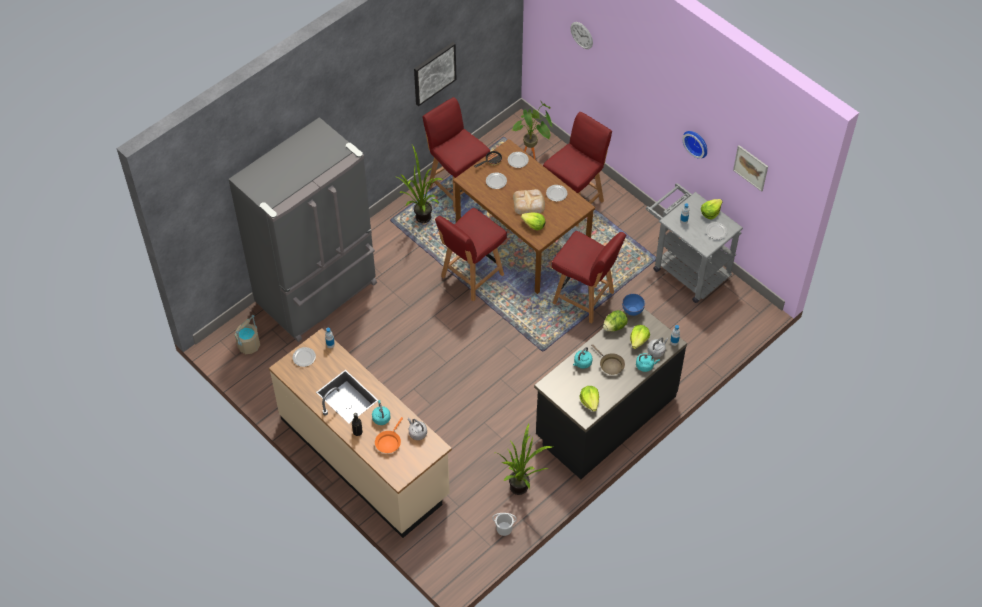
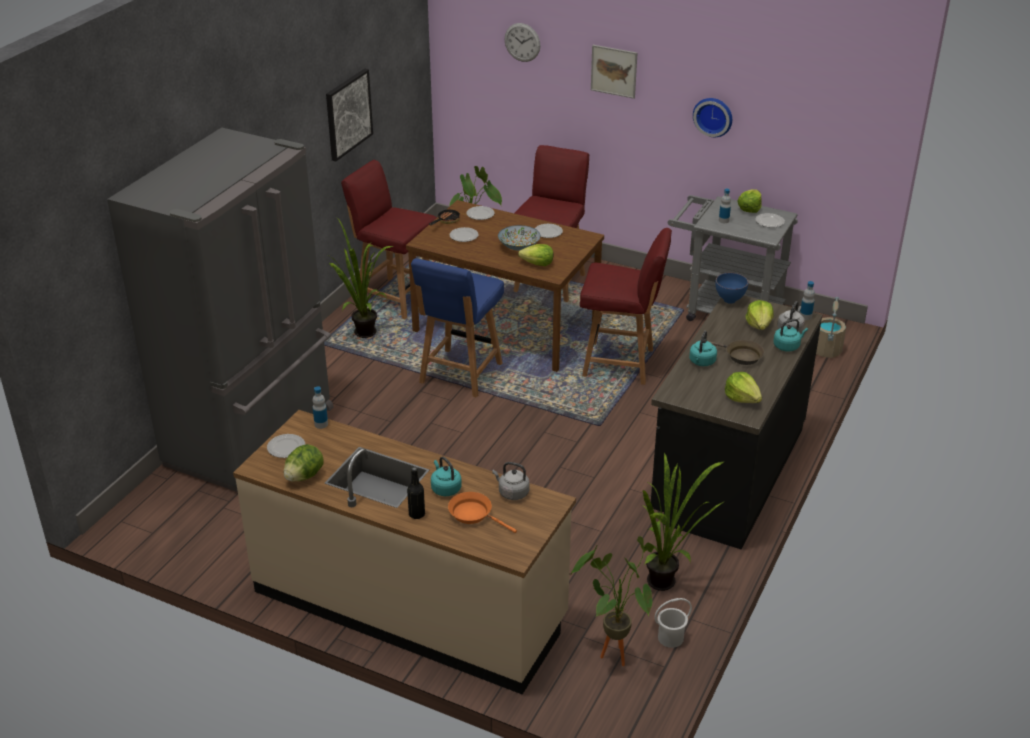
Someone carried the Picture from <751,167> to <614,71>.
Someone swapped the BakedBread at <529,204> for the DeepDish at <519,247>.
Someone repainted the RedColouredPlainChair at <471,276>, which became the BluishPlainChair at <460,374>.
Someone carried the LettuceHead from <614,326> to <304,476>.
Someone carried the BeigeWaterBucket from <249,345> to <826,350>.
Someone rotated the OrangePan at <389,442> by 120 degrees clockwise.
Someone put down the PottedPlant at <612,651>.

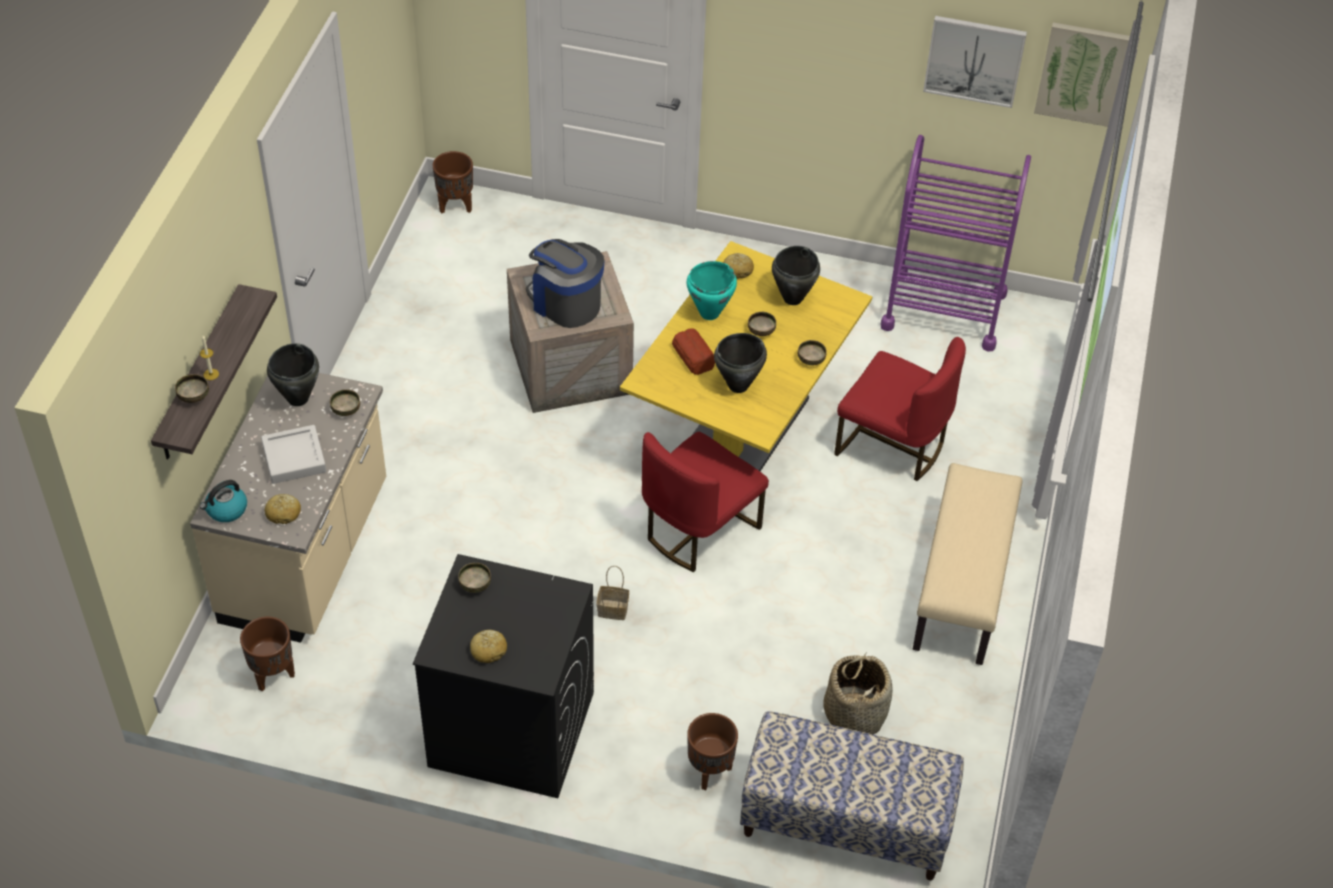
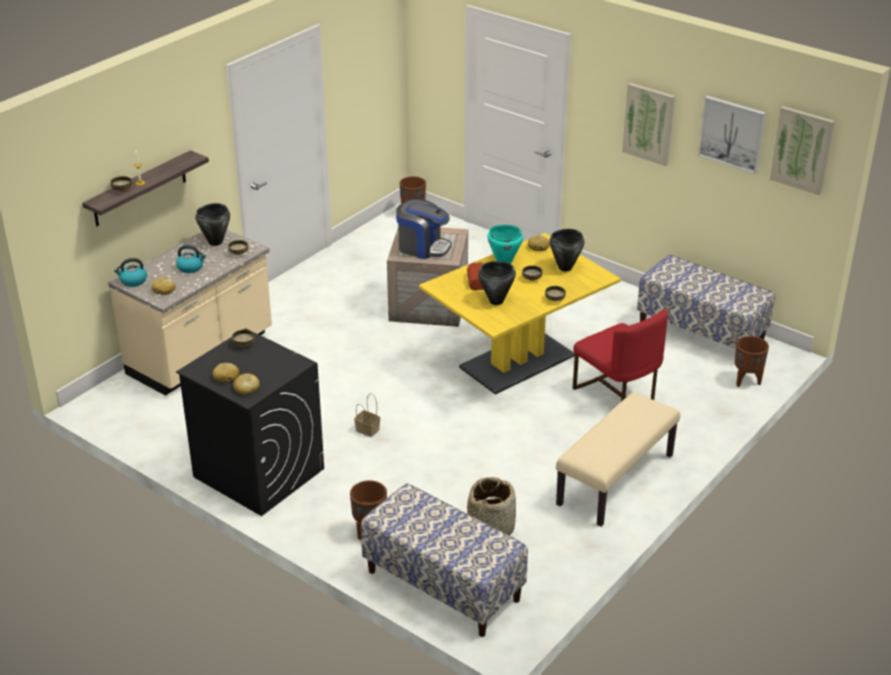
Someone swapped the PurplishCart at <943,310> for the IndoorBench at <701,332>.
Someone rotated the CoffeeMachine at <565,303> by 135 degrees clockwise.
Someone swapped the GreyishServingTray at <294,458> for the WaterKettle at <191,267>.
Someone took away the RedColouredPlainChair at <698,530>.
Someone carried the BrownPlanter from <273,674> to <746,381>.
Someone put up the Picture at <649,123>.
Someone put down the BakedBread at <246,388>.

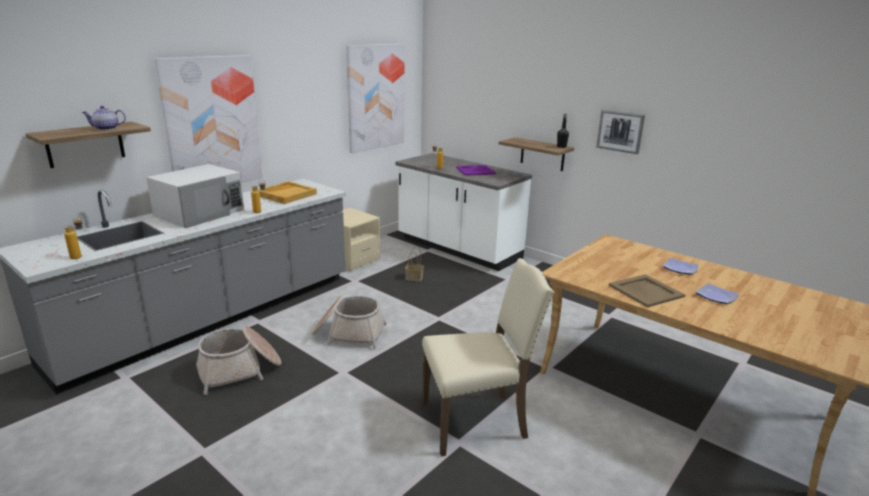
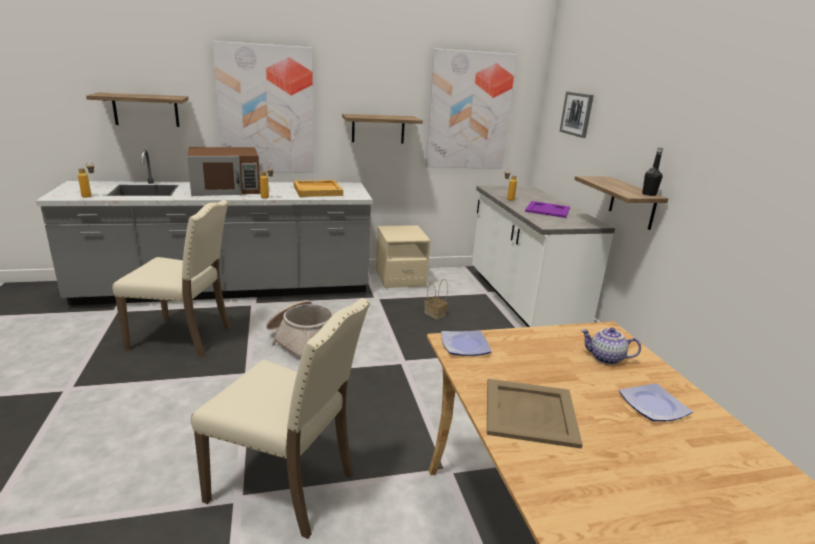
Someone carried the TeaPot from <106,128> to <605,358>.
Someone carried the Picture from <620,131> to <577,114>.
Someone repainted the WhiteColouredKitchenMicrowave at <200,213>, which became the BrownKitchenMicrowave at <226,188>.
Someone carried the Plate from <716,296> to <465,345>.
Someone swapped the HouseholdBasket at <240,370> for the BeigePlainChair at <183,337>.
Someone put up the BracketShelf at <378,129>.

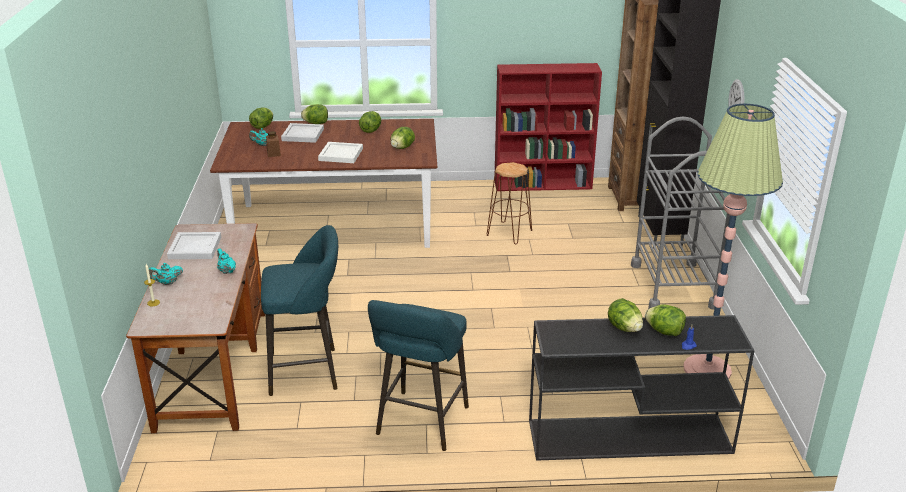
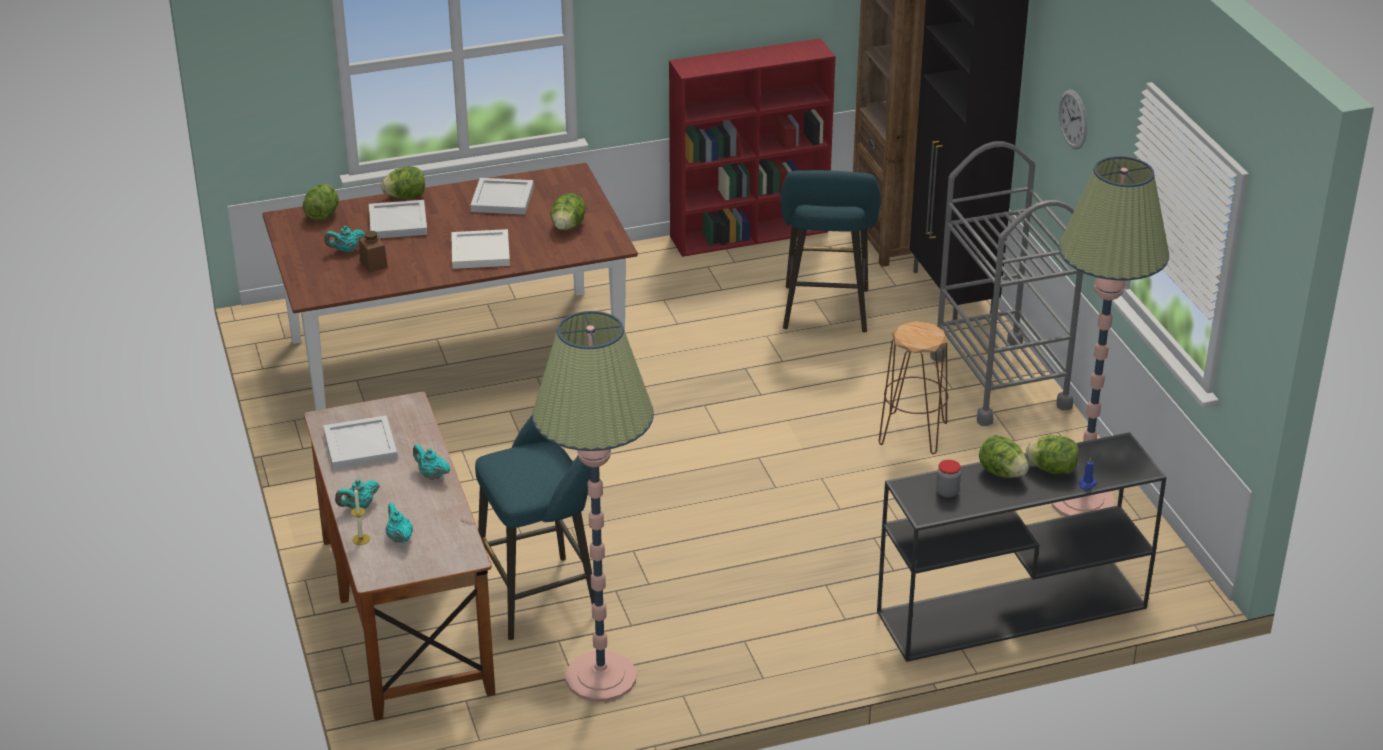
Someone swapped the LettuceHead at <371,130> for the WhiteColouredServingTray at <501,199>.
Someone carried the BrownStool from <509,233> to <913,433>.
Someone carried the TurquoiseColouredStool from <420,424> to <825,312>.
Someone put down the StandingLamp at <601,677>.
Someone put down the PreserveJar at <947,492>.
Someone put down the TurquoiseColouredTeaPot at <399,537>.

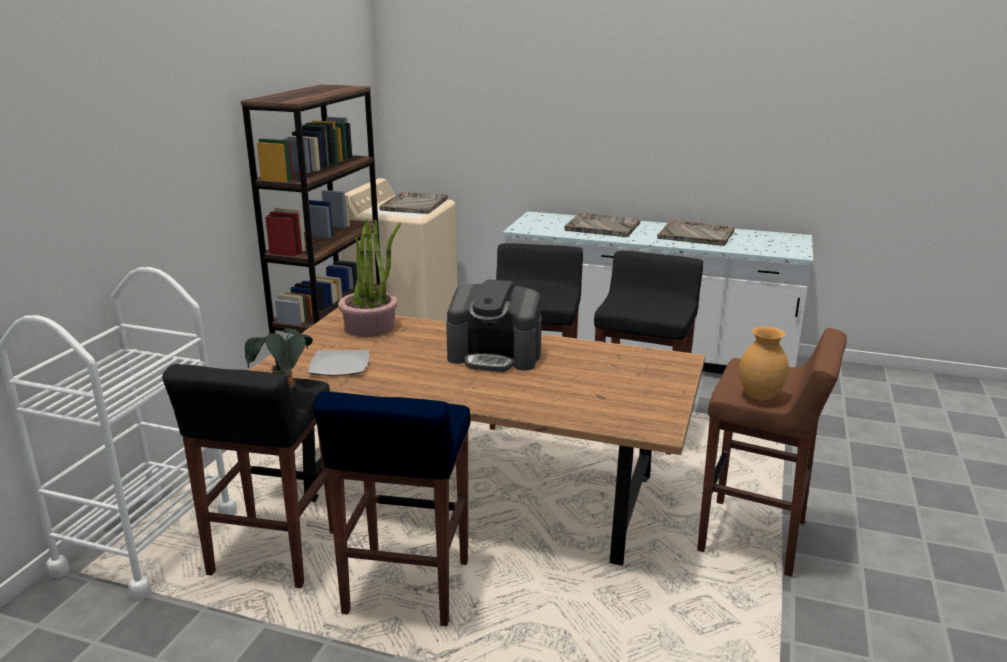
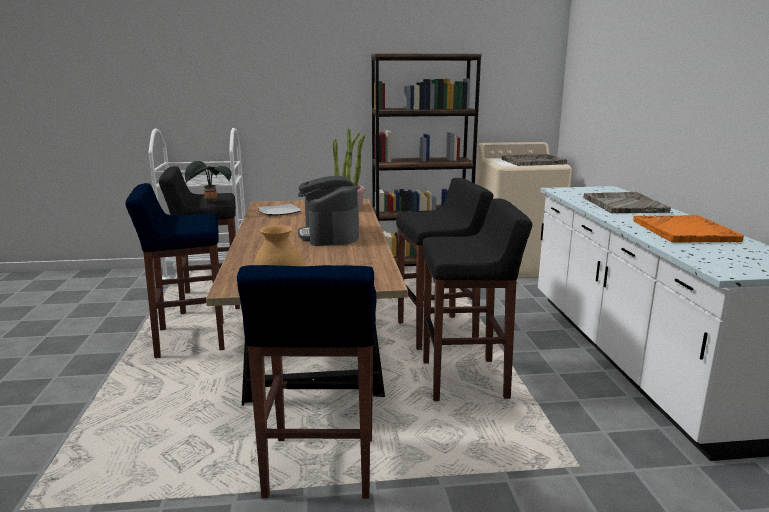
Someone repainted the GreyishServingTray at <697,235>, which became the OrangeServingTray at <684,231>.
Someone repainted the BrownStool at <754,537>, which became the BluishStool at <320,468>.

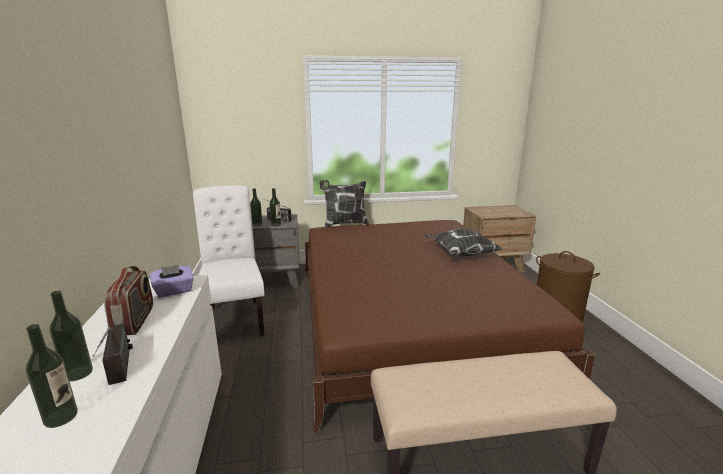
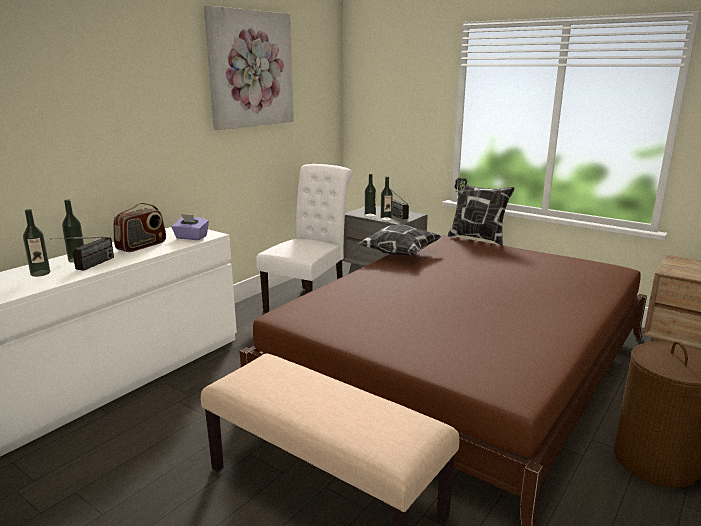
Someone carried the Cushion from <460,254> to <399,254>.
Someone put up the Picture at <251,69>.

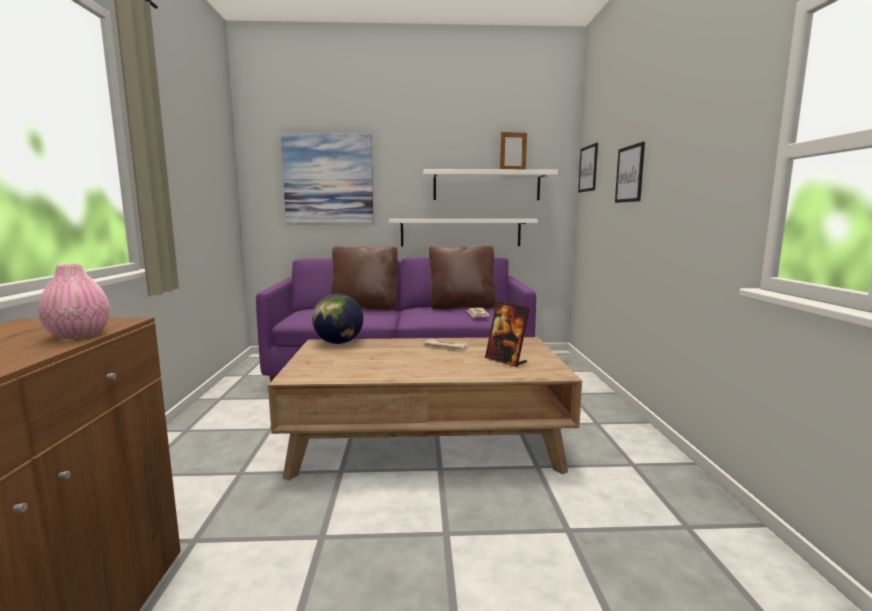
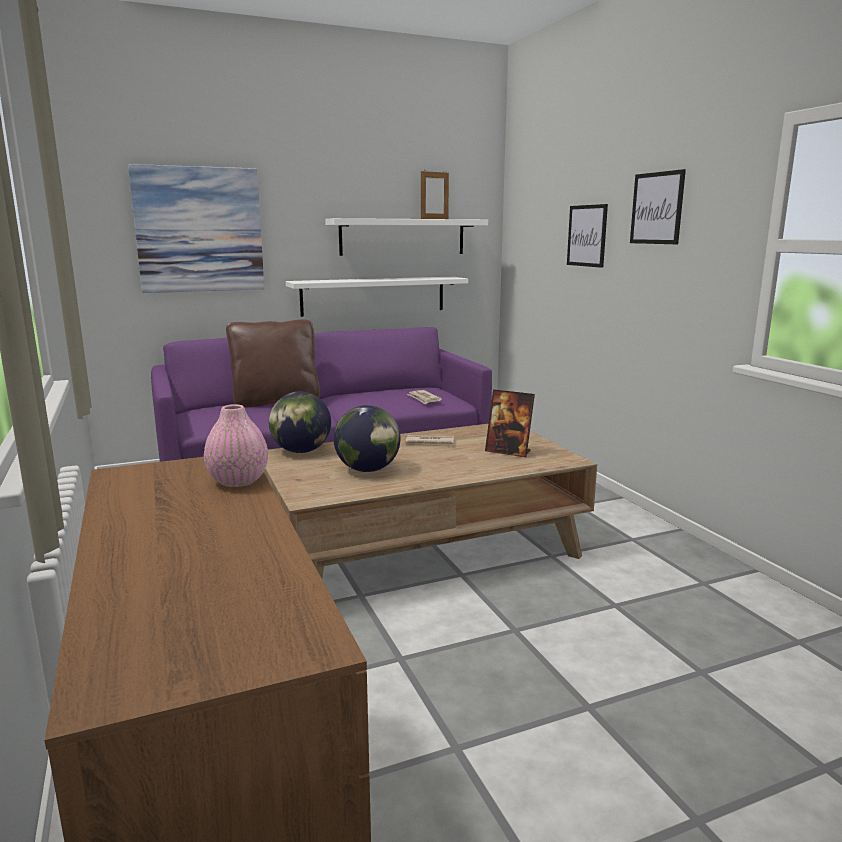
Someone carried the Picture from <588,168> to <657,208>.
Someone took away the BrownCushion at <461,307>.
Someone put down the Globe at <368,470>.

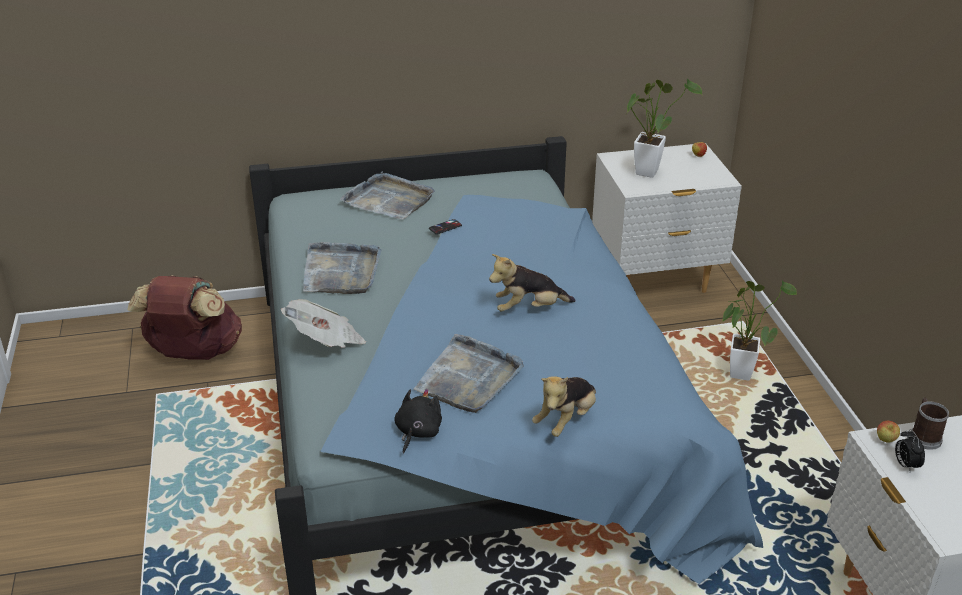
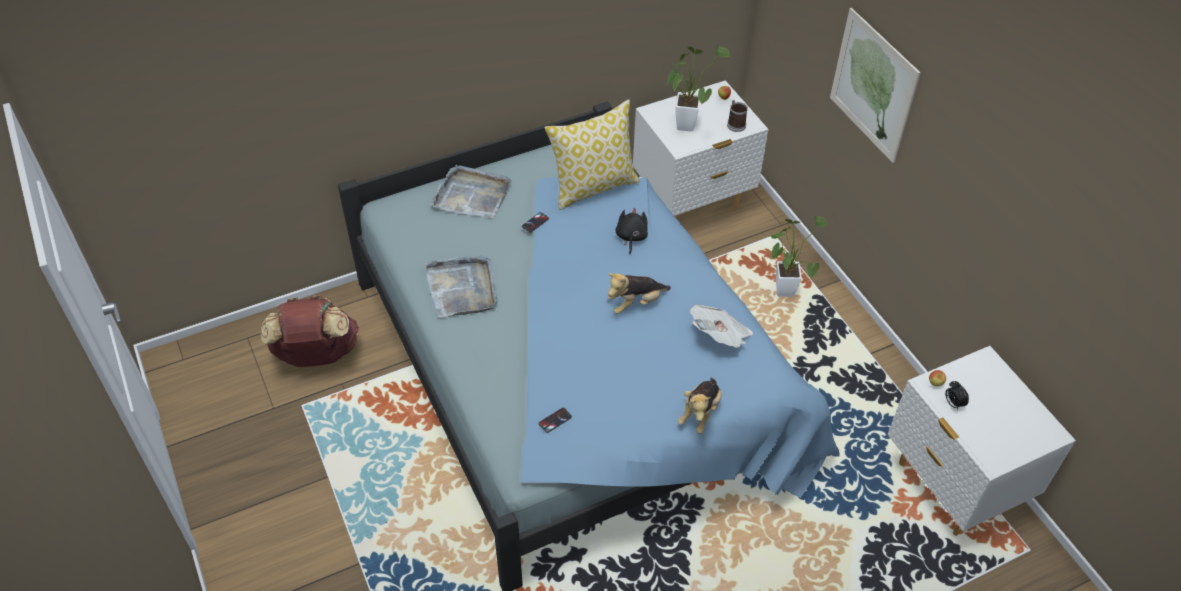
Someone carried the Newspaper from <326,341> to <720,336>.
Someone took away the GreyishServingTray at <469,378>.
Someone carried the BlackCuddlyToy from <417,432> to <631,237>.
Someone carried the CoffeeMug from <923,436> to <735,124>.
Someone put up the Picture at <873,85>.
Someone put down the Cushion at <593,186>.
Someone put down the Handset at <555,420>.

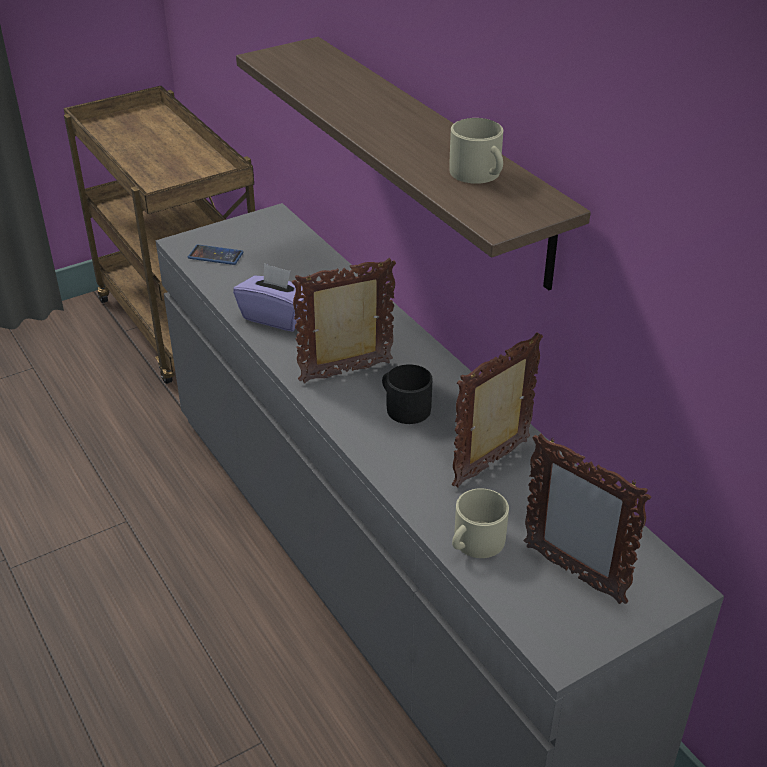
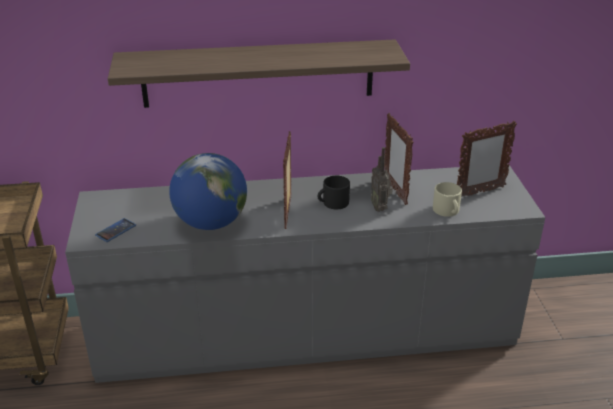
Someone took away the BeigeCoffeeMug at <479,174>.
Someone swapped the PurplishTissueHolder at <276,317> for the Globe at <211,223>.
Someone put down the RadioSet at <380,207>.

